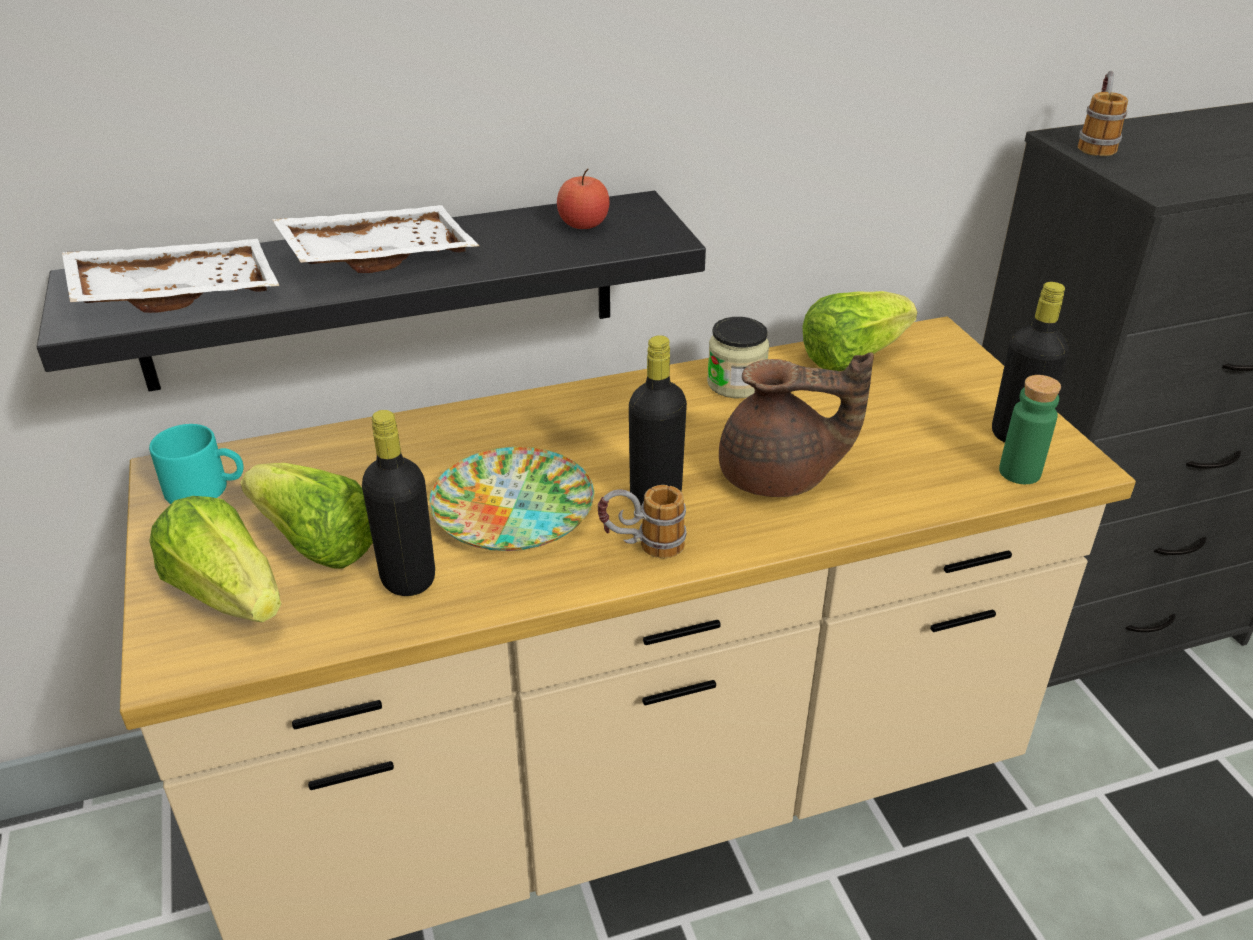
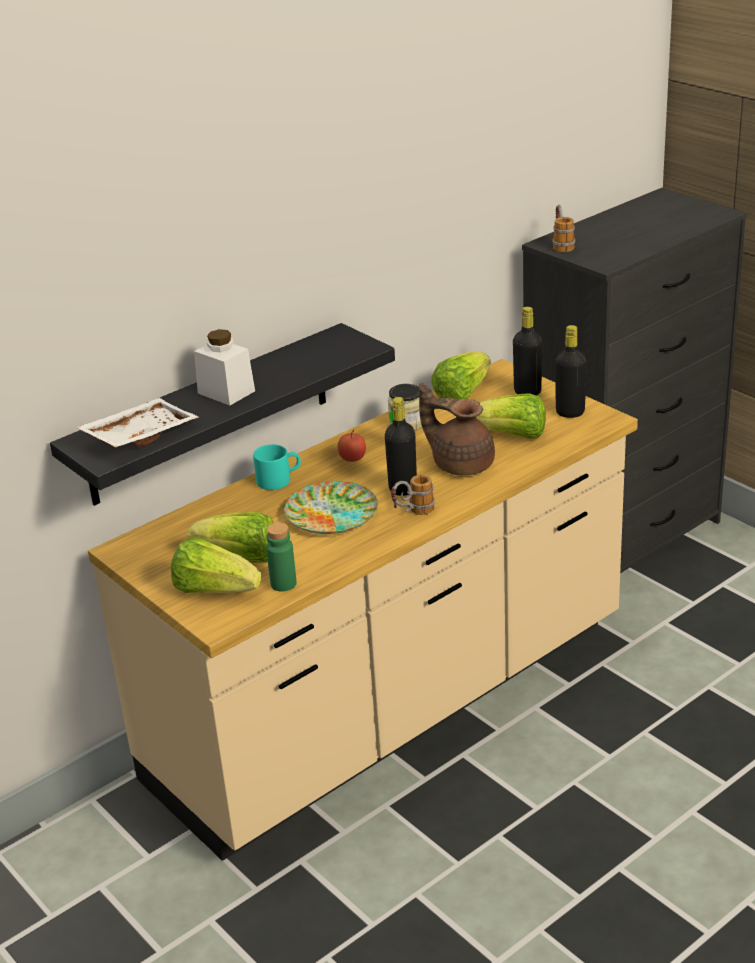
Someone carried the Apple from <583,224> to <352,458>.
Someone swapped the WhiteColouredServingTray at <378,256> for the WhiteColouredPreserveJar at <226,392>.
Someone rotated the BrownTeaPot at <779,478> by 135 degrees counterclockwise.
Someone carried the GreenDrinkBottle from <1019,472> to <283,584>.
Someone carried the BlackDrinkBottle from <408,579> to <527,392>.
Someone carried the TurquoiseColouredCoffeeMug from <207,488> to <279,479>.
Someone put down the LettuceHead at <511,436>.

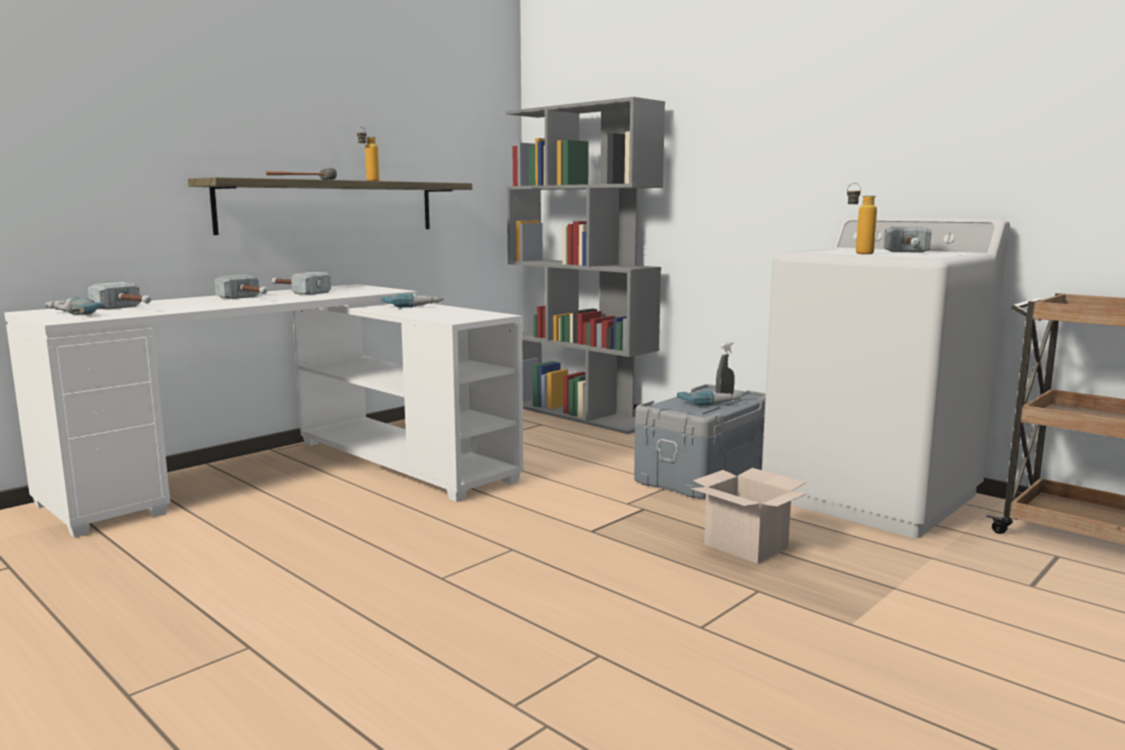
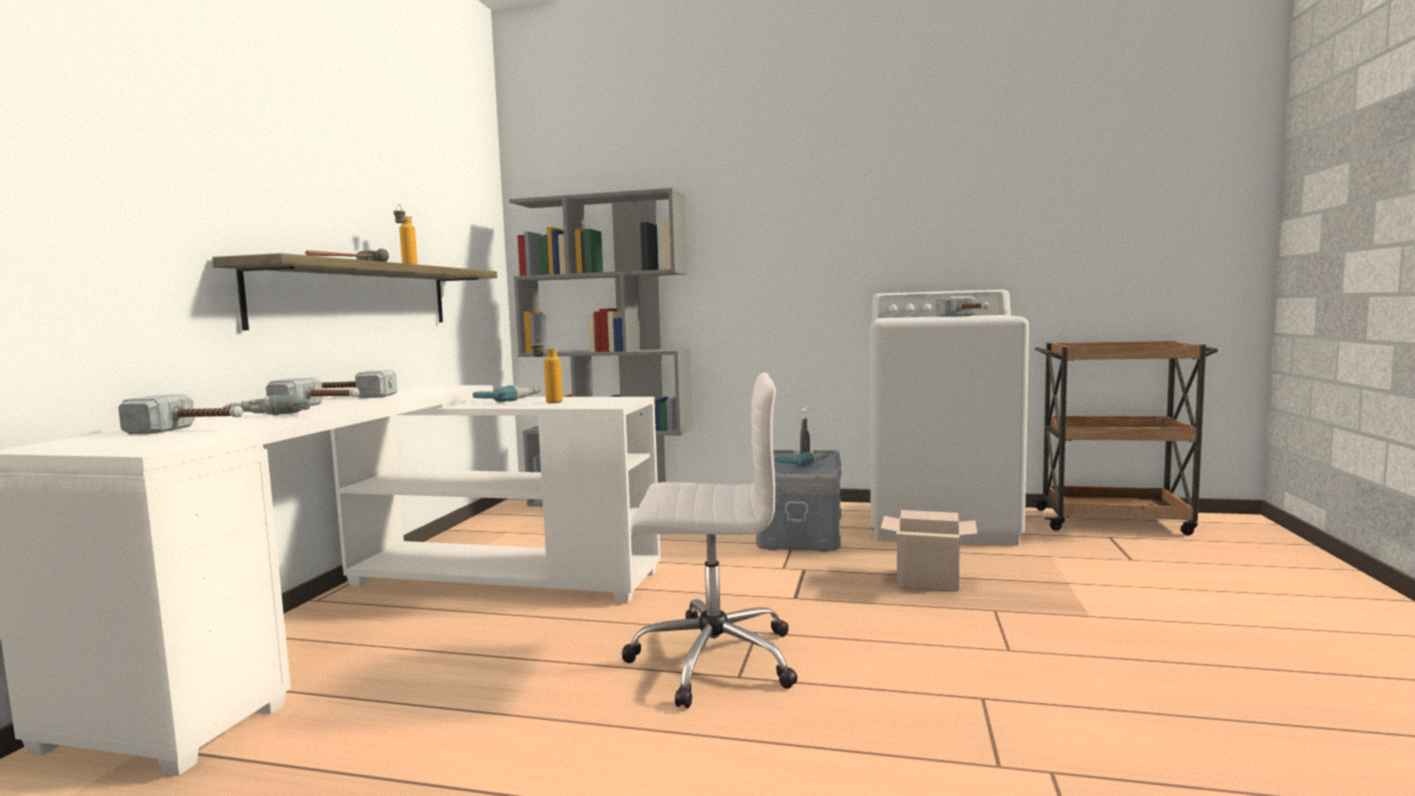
Someone carried the DrinkBottle from <857,253> to <548,402>.
Someone carried the ElectricDrill from <64,315> to <267,416>.
Someone put down the WhiteColouredOfficeChair at <711,659>.

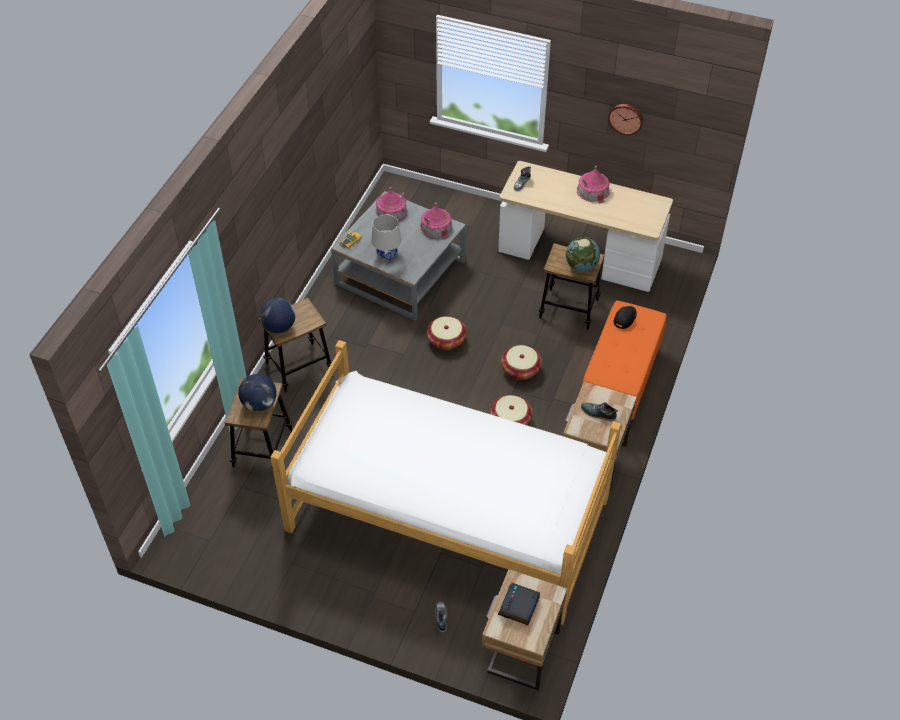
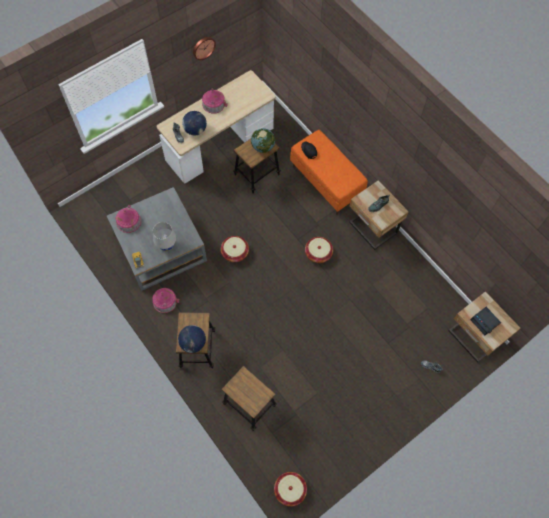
Someone carried the ToyHouse from <436,227> to <165,301>.
Someone took away the SleepingBed at <448,515>.
Someone carried the HouseholdBasket from <520,369> to <290,490>.
Someone carried the Globe from <259,404> to <195,130>.

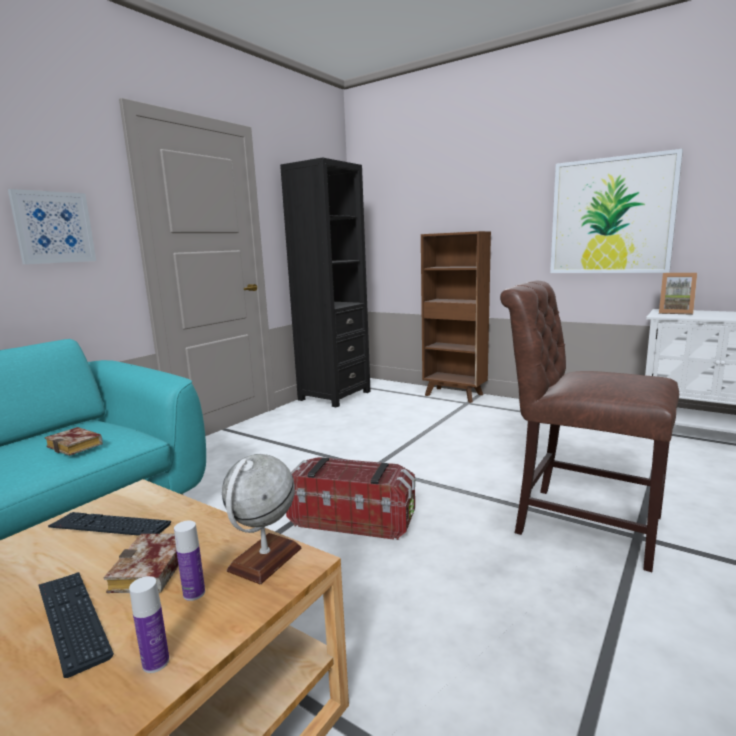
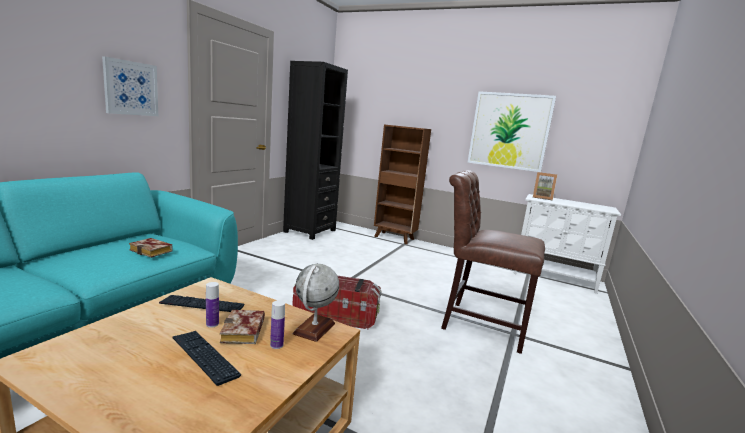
Someone carried the DrinkBottle from <156,662> to <212,324>.

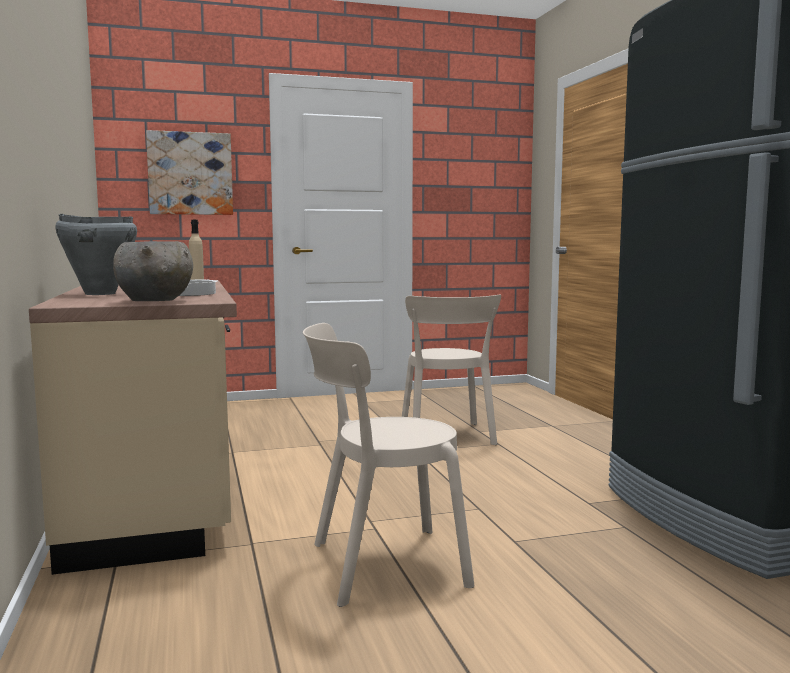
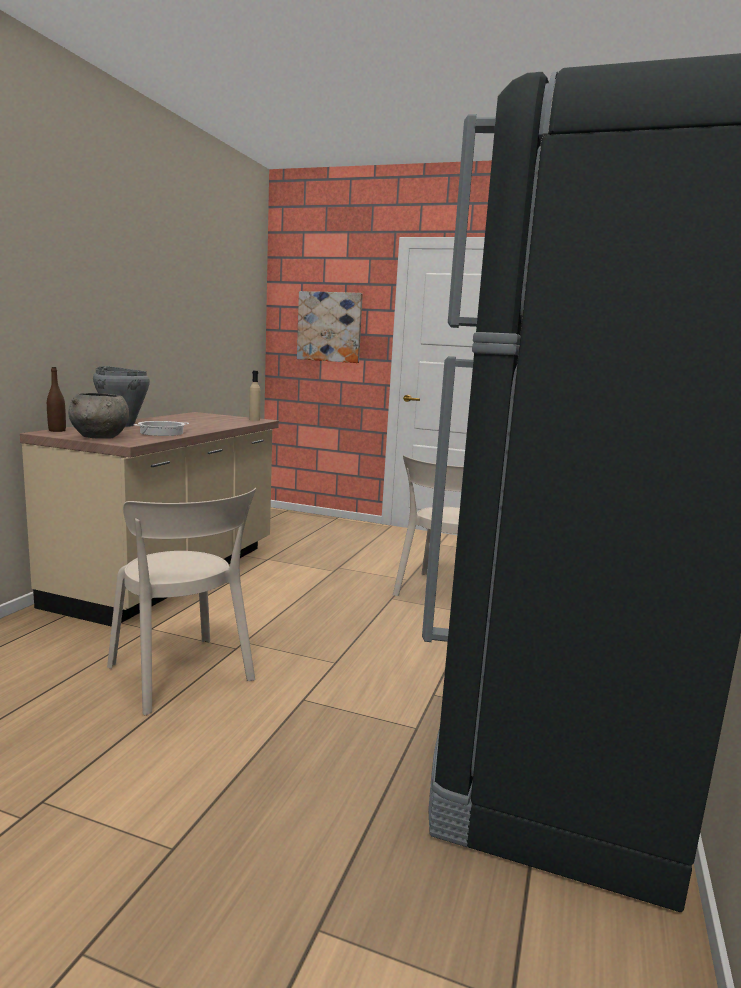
Someone rotated the BeigePlainChair at <380,565> by 150 degrees counterclockwise.
Someone put down the BrownDrinkBottle at <57,430>.

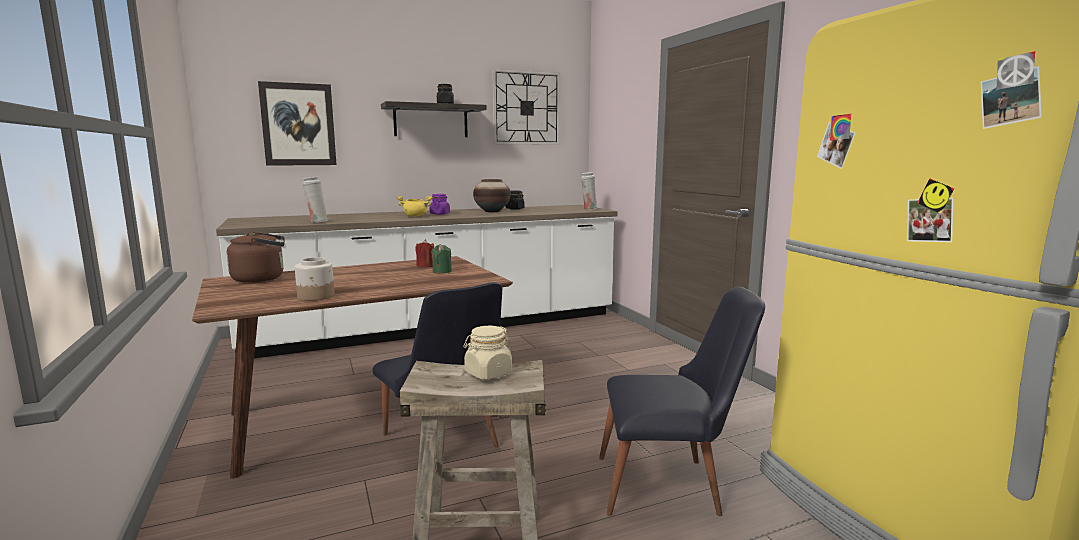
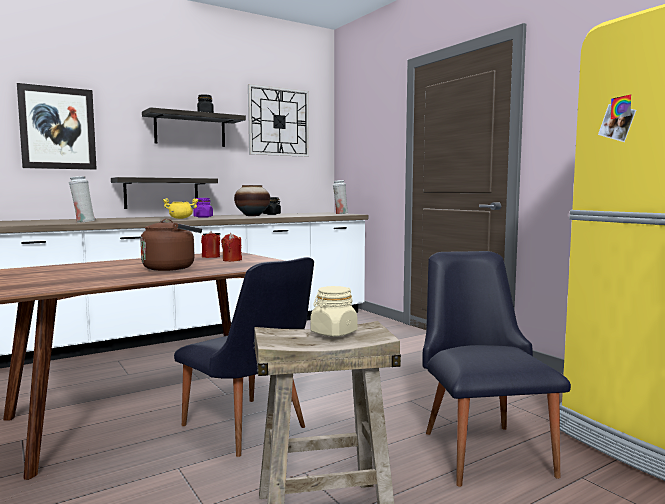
Someone carried the BrownWaterKettle from <262,278> to <172,268>.
Someone repainted the GreenWaxCandle at <442,271>, which became the RedColouredWaxCandle at <232,260>.
Someone took away the PreserveJar at <316,296>.
Someone rotated the BlackPlainChair at <670,487> by 90 degrees counterclockwise.
Someone put up the BracketShelf at <161,193>.

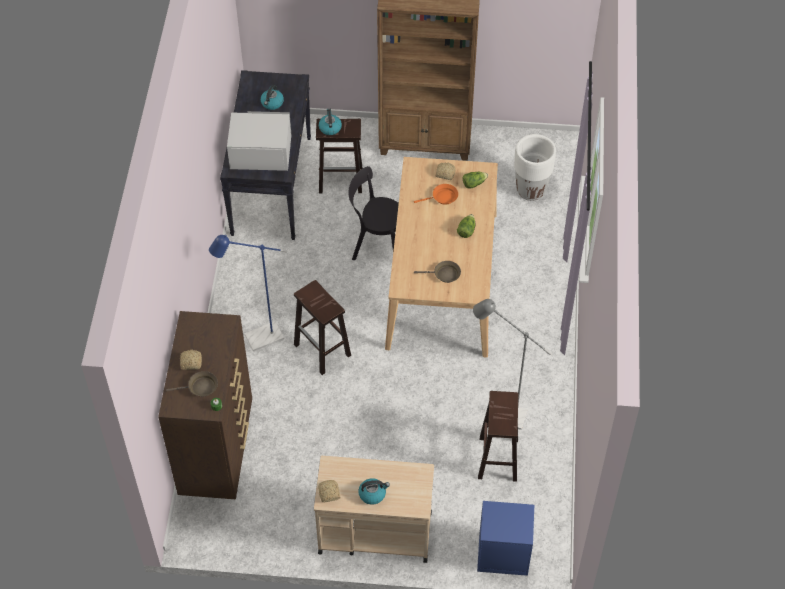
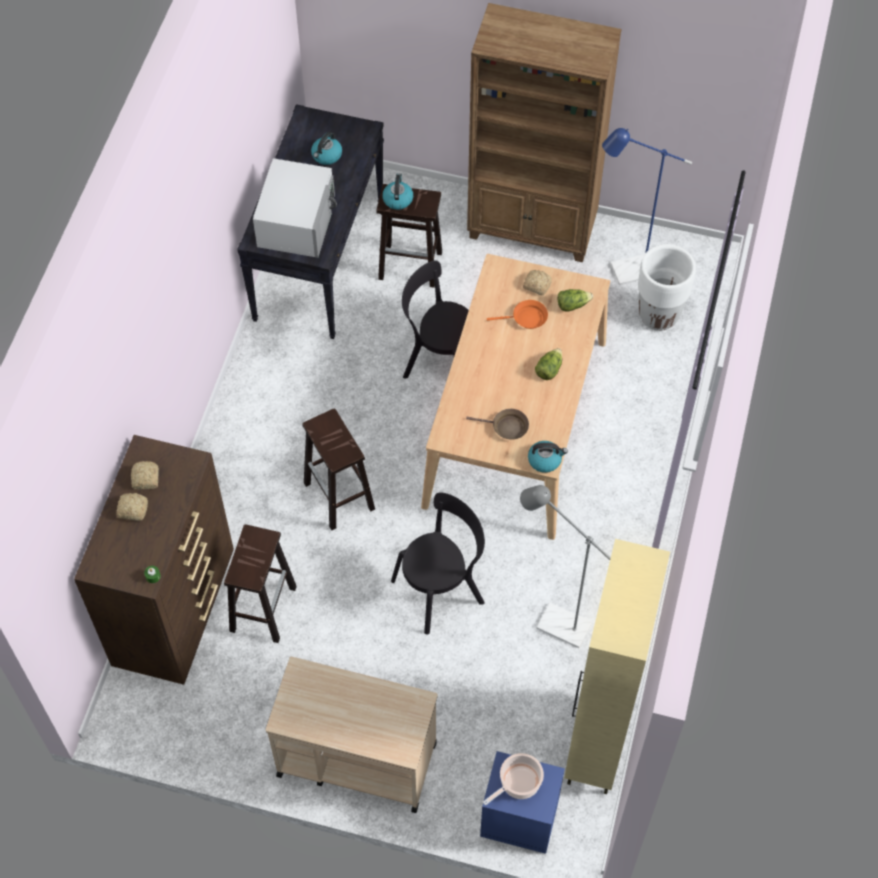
Someone rotated the WhiteColouredKitchenMicrowave at <260,152> by 90 degrees clockwise.
Someone carried the BluishStandingLamp from <258,339> to <626,272>.
Someone took away the BrownPan at <200,387>.
Someone carried the BrownStool from <497,458> to <263,607>.
Someone carried the WaterKettle from <372,494> to <545,460>.
Someone carried the BakedBread from <329,494> to <145,479>.
Someone put down the BlackPlainChair at <441,589>.
Someone put down the BeigeStorageCabinet at <596,745>.
Someone put down the Saucepot at <518,783>.

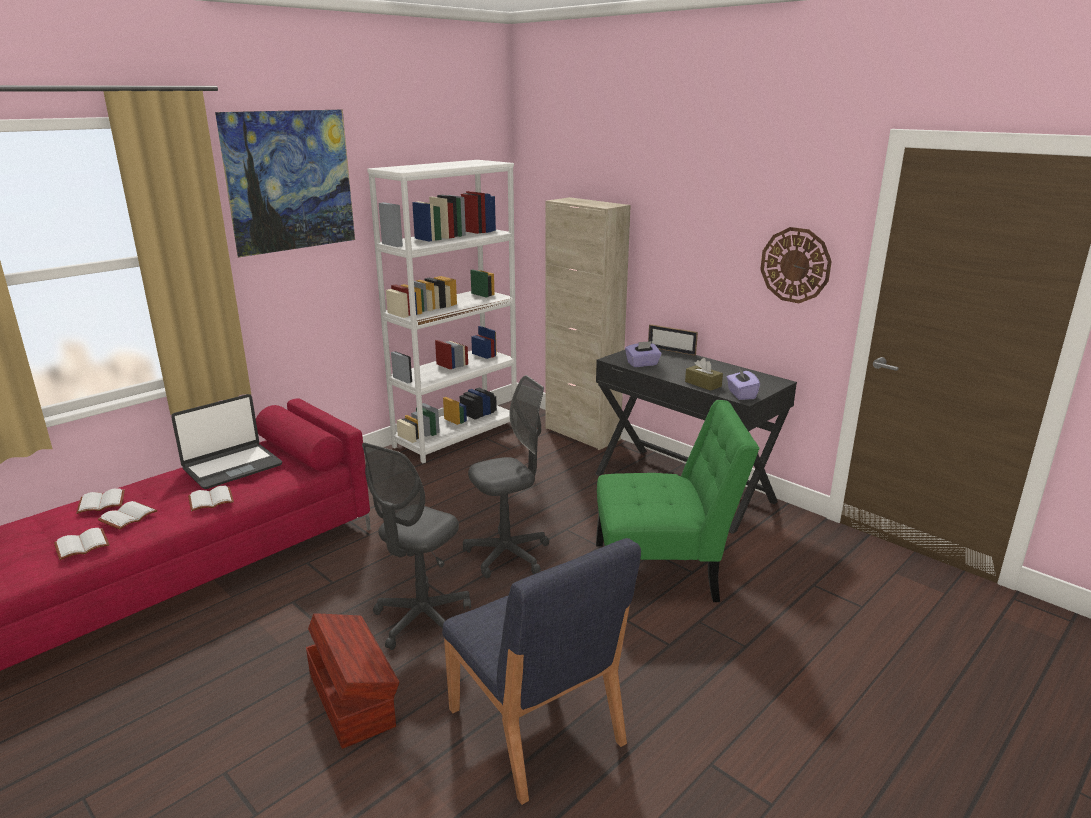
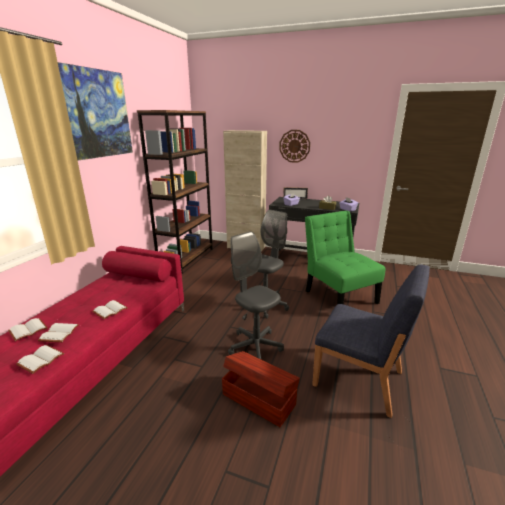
Someone repainted the WhiteColouredBookcase at <456,436>, which became the BrownBookcase at <187,258>.
Someone carried the HangingClock from <795,265> to <294,146>.
Someone took away the NotebookComputer at <232,467>.
Someone rotated the GreenPlainChair at <663,571> by 90 degrees counterclockwise.
Someone rotated the GreyishOfficeChair at <422,620> by 135 degrees clockwise.

